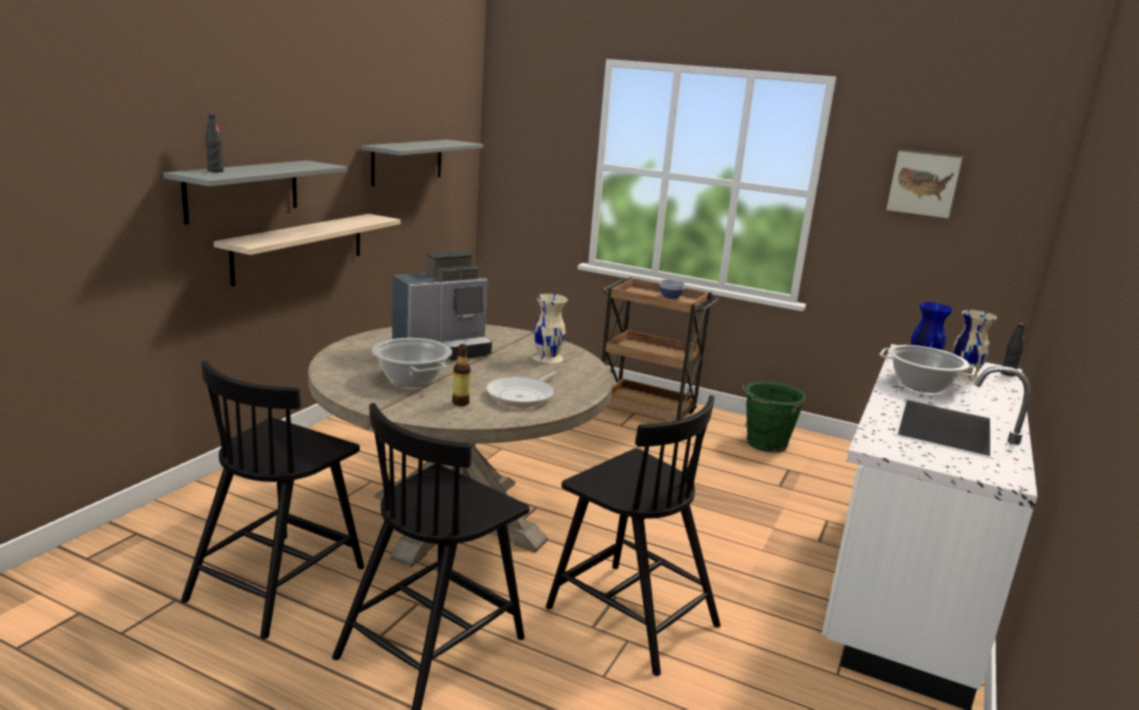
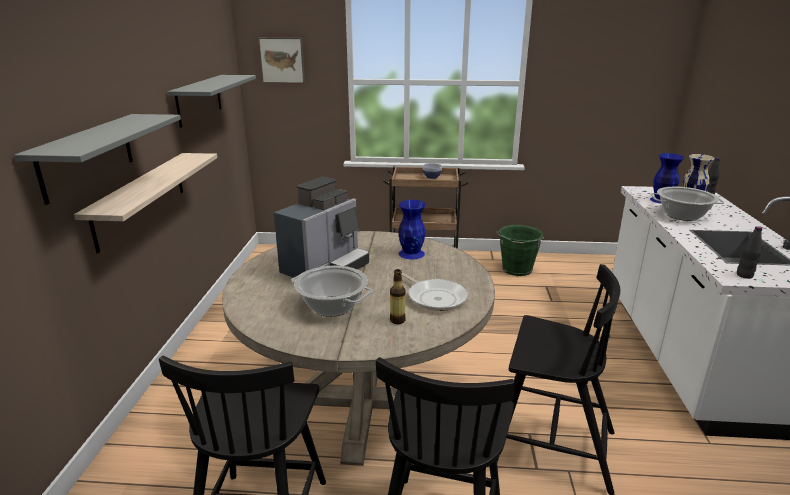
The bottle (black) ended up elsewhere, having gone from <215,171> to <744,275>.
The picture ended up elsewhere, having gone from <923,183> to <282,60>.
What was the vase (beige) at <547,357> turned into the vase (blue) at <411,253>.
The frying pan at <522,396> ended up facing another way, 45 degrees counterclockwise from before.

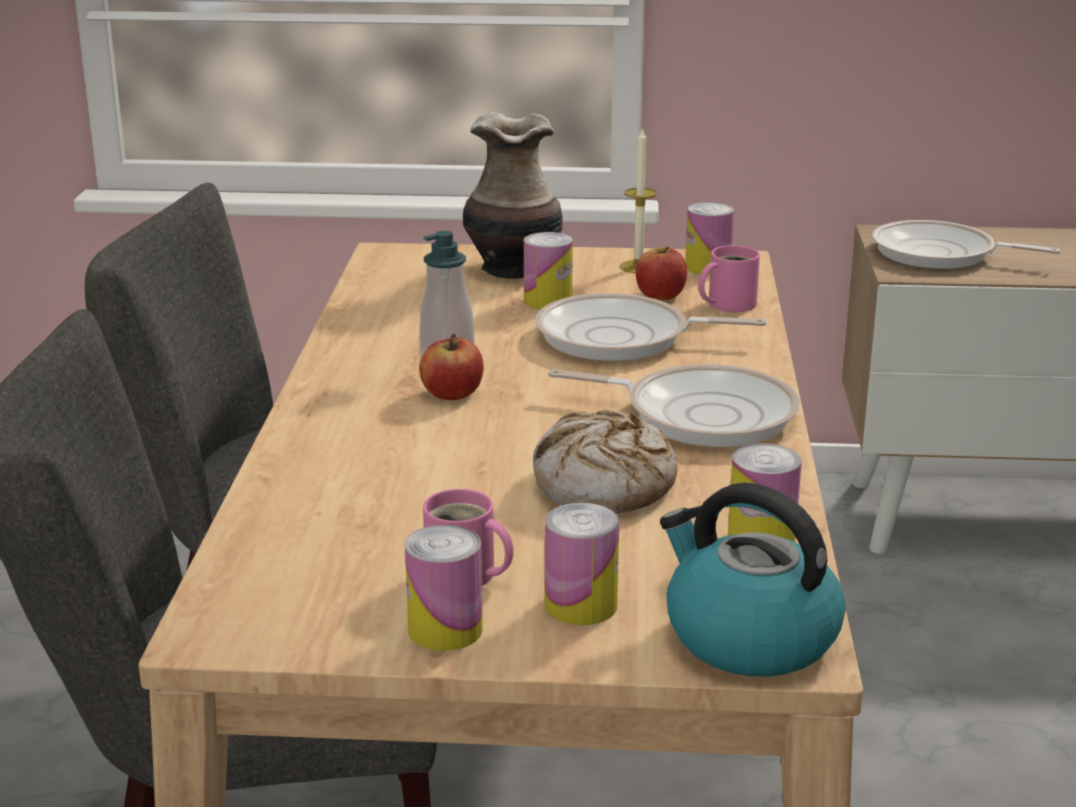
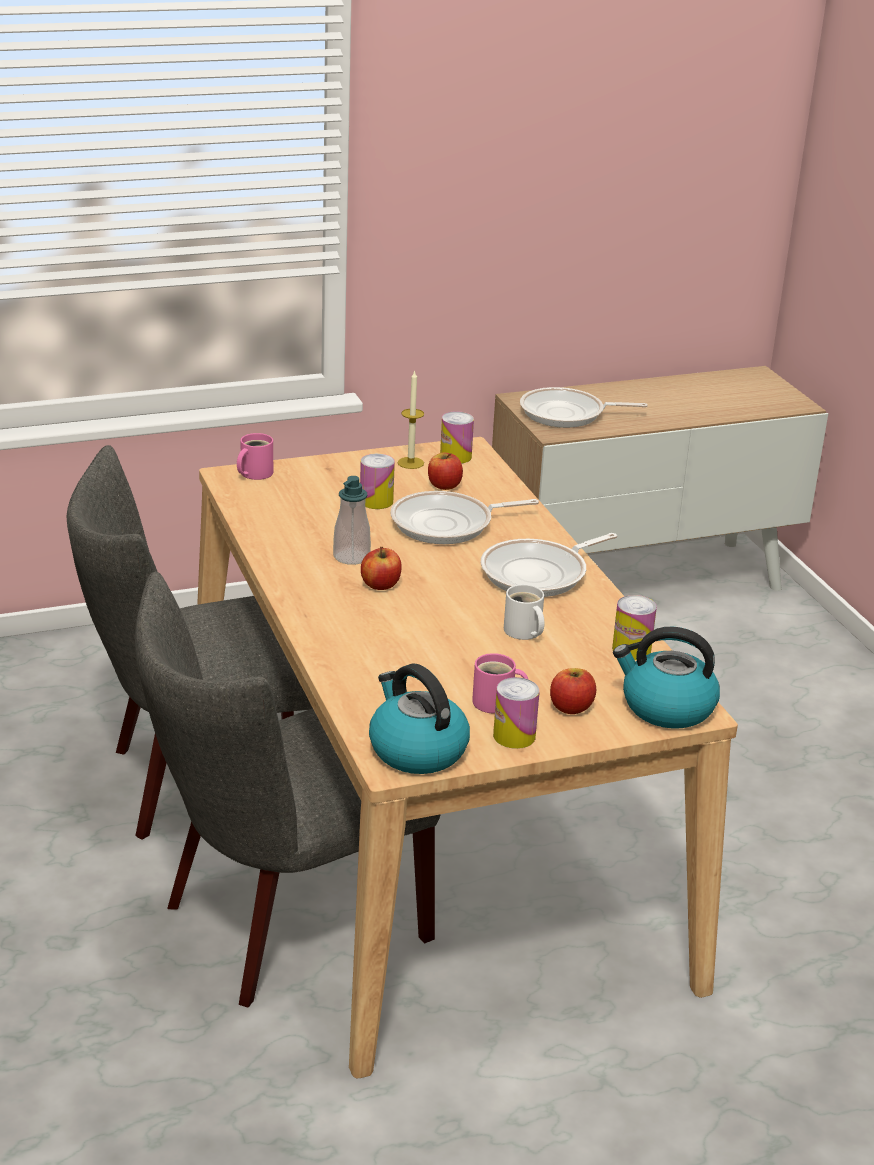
The second view lost the vase at <512,268>.
The second view gained the kettle at <416,750>.
The mug (pink) ended up elsewhere, having gone from <727,304> to <253,473>.
Where the bread stood at <604,485>, the mug (white) came to stand at <523,632>.
Where the can stood at <581,605>, the apple came to stand at <571,707>.
The frying pan at <701,415> ended up facing another way, 150 degrees clockwise from before.

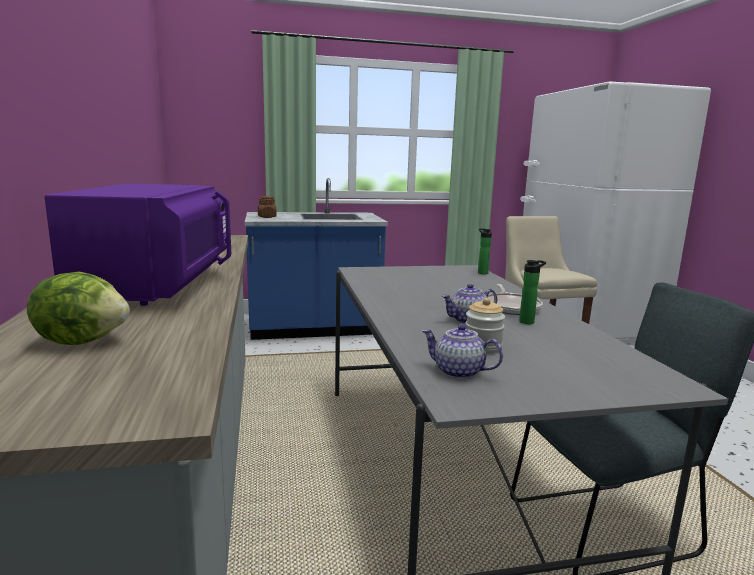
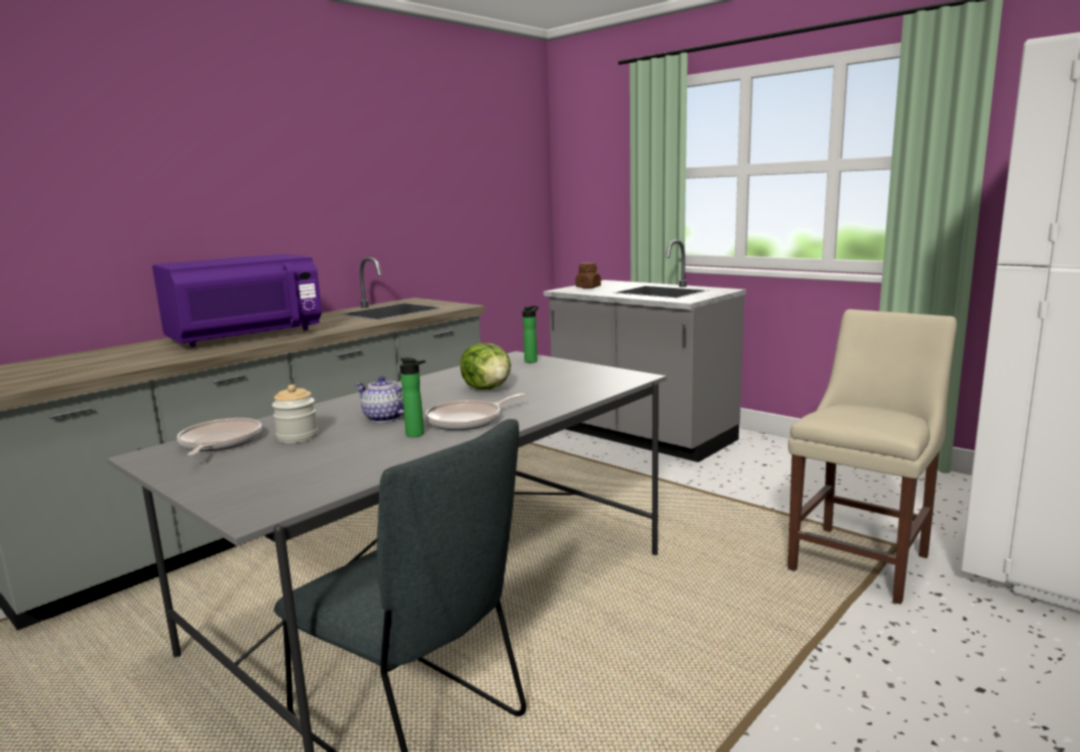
The lettuce ended up elsewhere, having gone from <83,340> to <488,388>.
The bottle ended up elsewhere, having gone from <482,272> to <532,361>.
Where the teapot stood at <458,372>, the frying pan came to stand at <219,443>.
What was the counter (blue) at <314,329> turned into the counter (grey) at <642,436>.

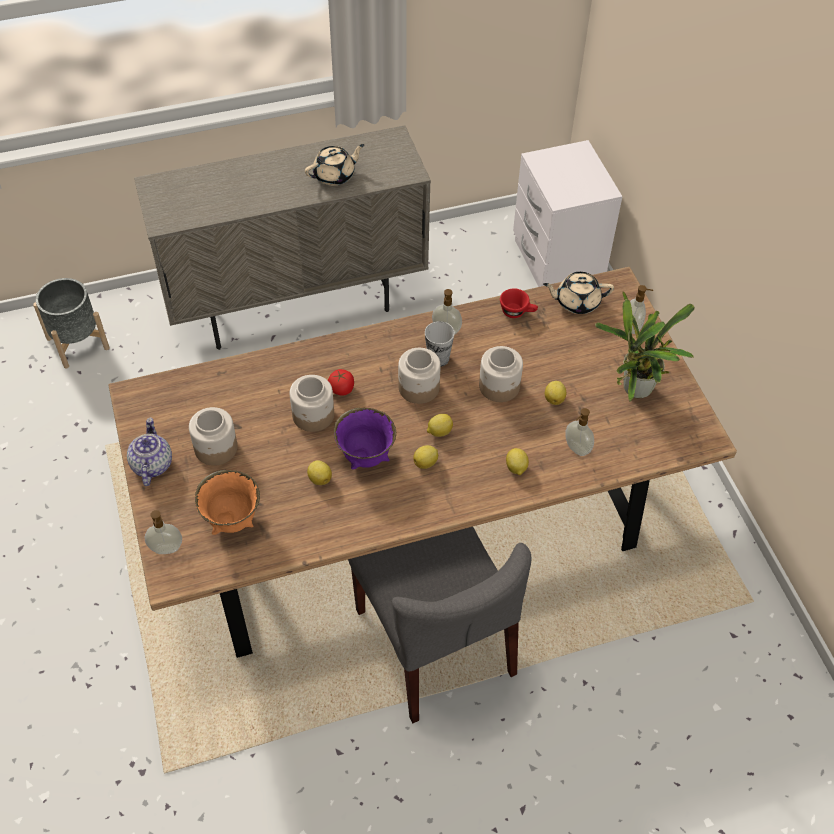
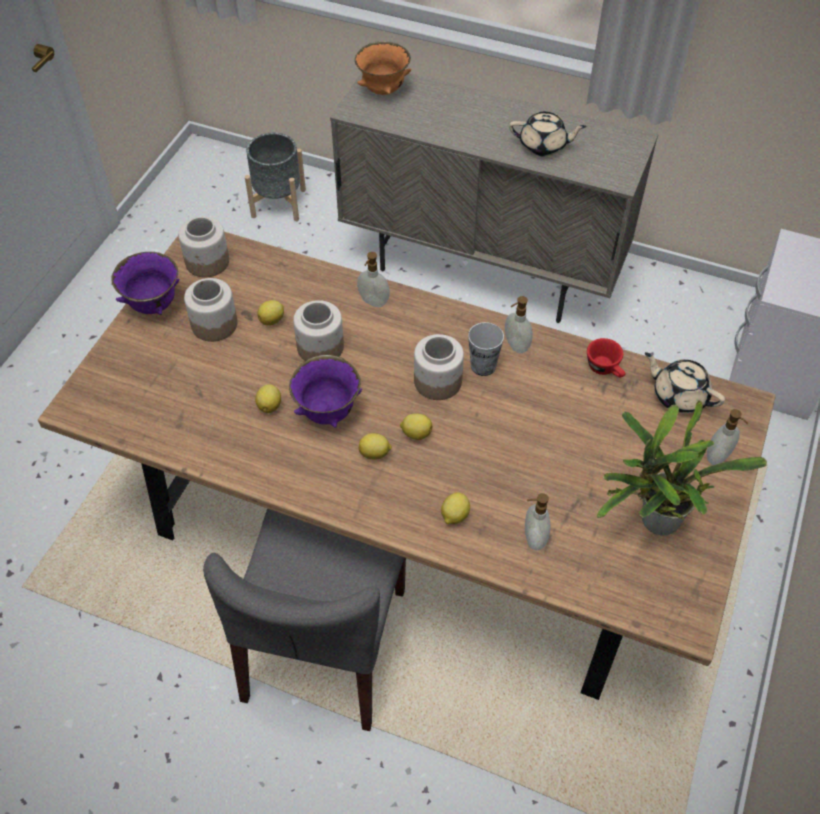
The second view lost the tomato at <341,389>.
The soap dispenser ended up elsewhere, having gone from <166,549> to <373,302>.
The bowl (orange) ended up elsewhere, having gone from <232,520> to <383,90>.
The jar ended up elsewhere, having gone from <499,386> to <207,262>.
The lemon ended up elsewhere, having gone from <554,398> to <272,320>.
Where the teapot stood at <151,464>, the bowl (purple) came to stand at <153,306>.

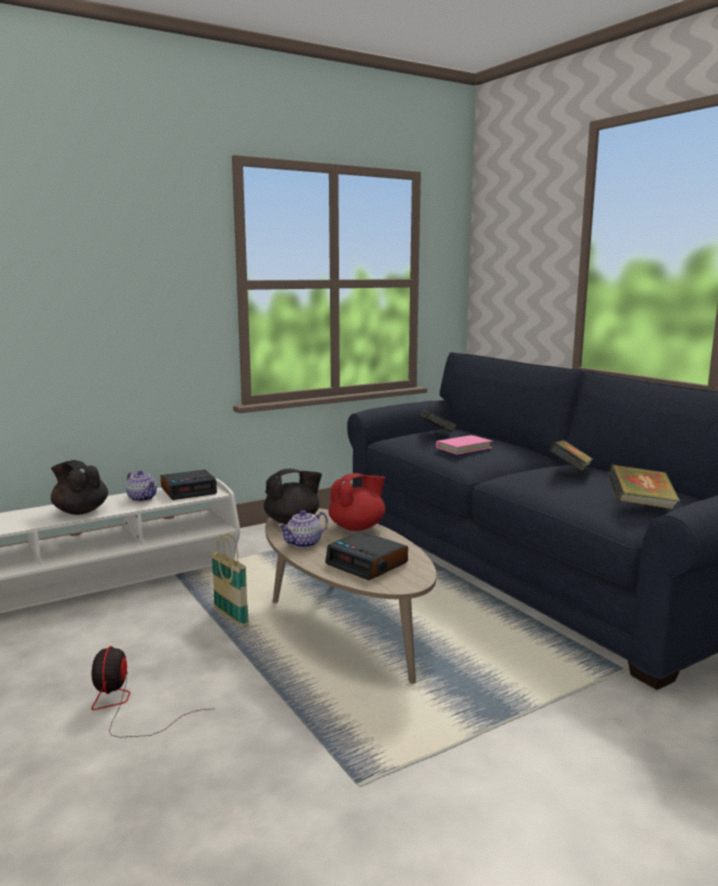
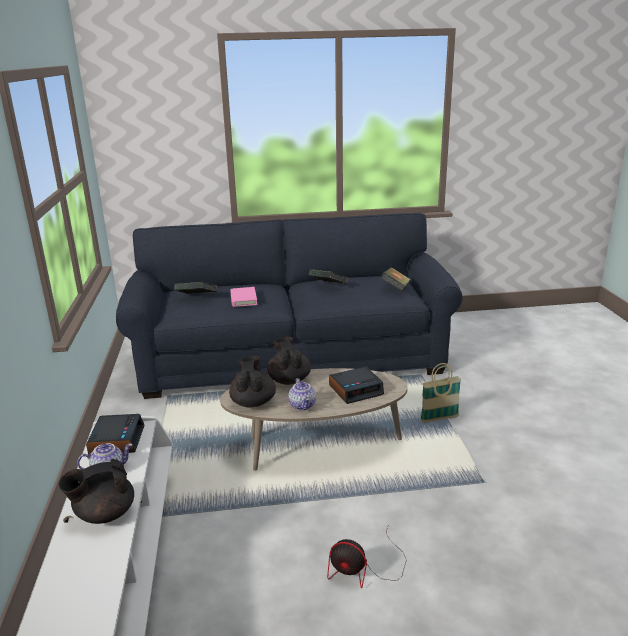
The basket ended up elsewhere, having gone from <231,618> to <439,419>.
What was the teapot (red) at <357,527> turned into the teapot (black) at <289,380>.

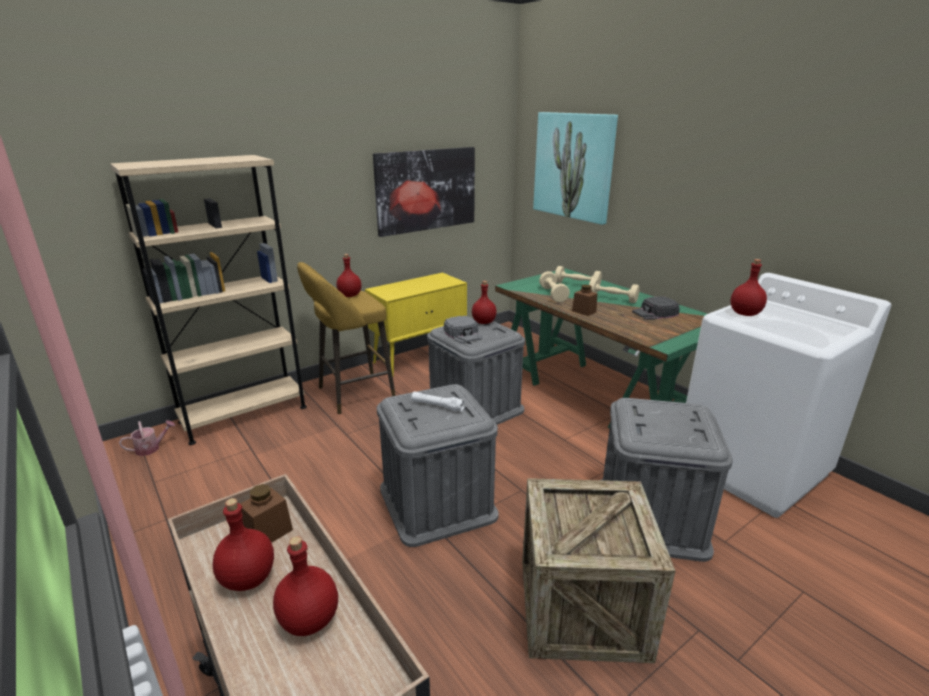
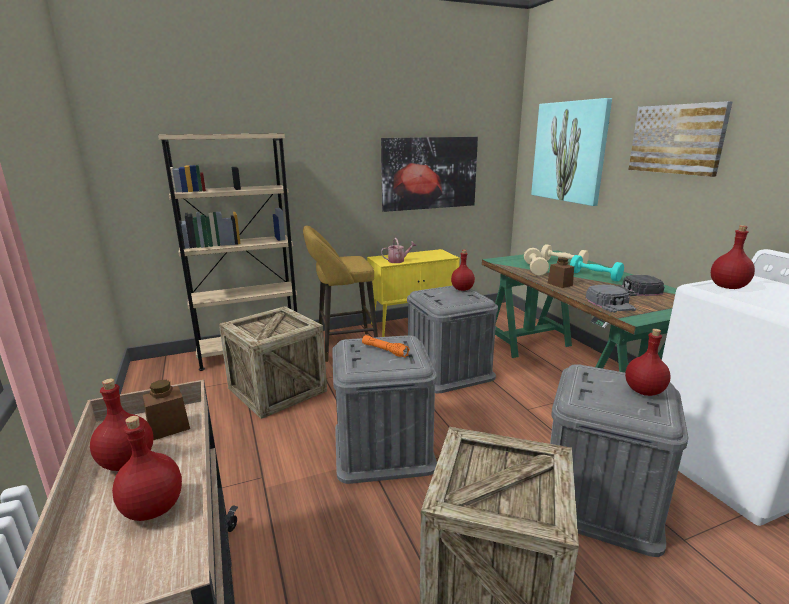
The second view gained the crate at <277,390>.
The second view gained the picture at <677,139>.
The watering can ended up elsewhere, having gone from <151,448> to <398,261>.
The bottle (red) ended up elsewhere, having gone from <350,295> to <644,391>.
The cap (grey) ended up elsewhere, having gone from <463,334> to <610,303>.
What was the flashlight (white) at <437,406> turned into the flashlight (orange) at <384,350>.
What was the dumbbell (beige) at <612,299> turned into the dumbbell (turquoise) at <595,276>.

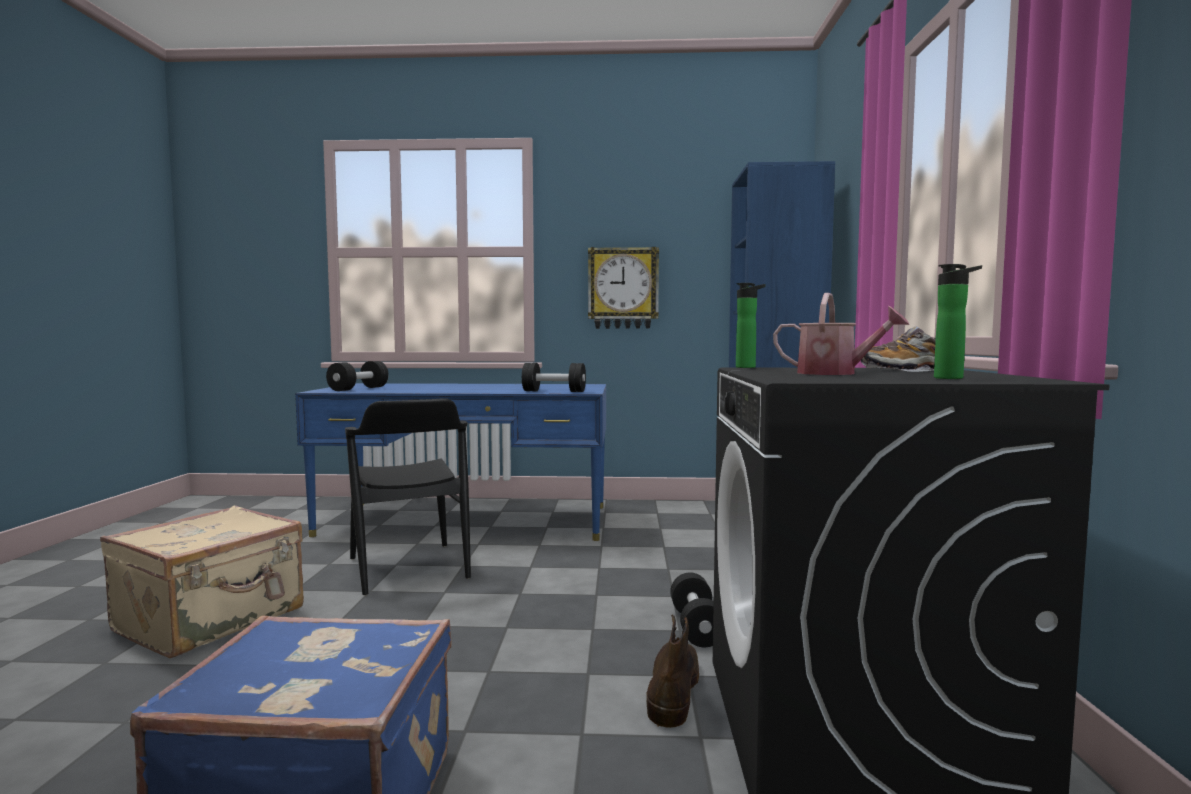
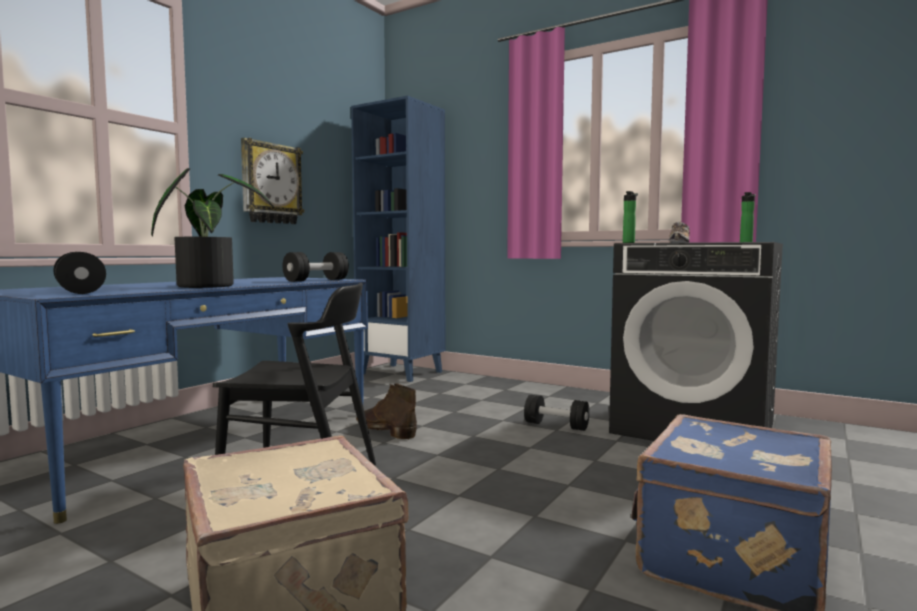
The second view lost the watering can at <835,373>.
The second view gained the potted plant at <209,286>.
The boot (brown) ended up elsewhere, having gone from <673,689> to <385,430>.

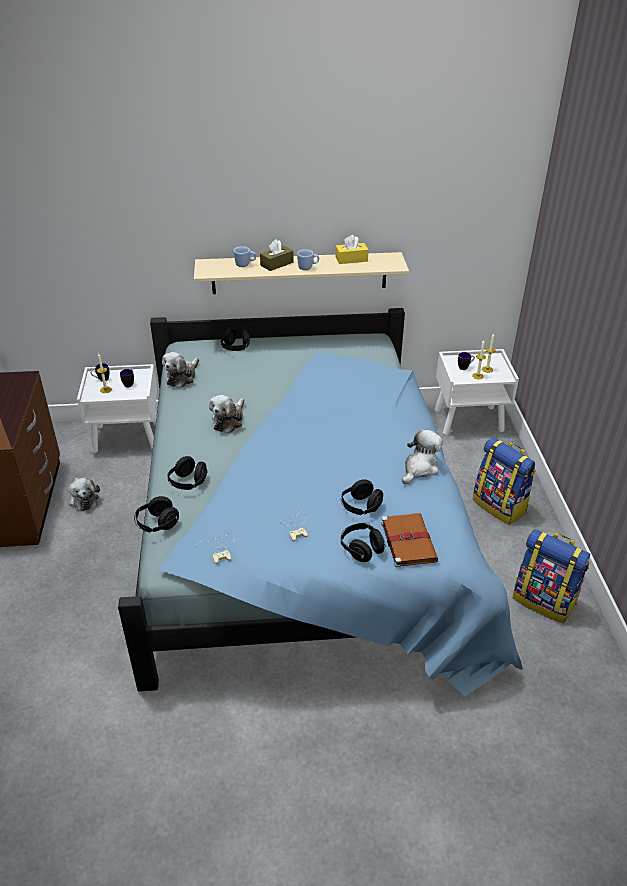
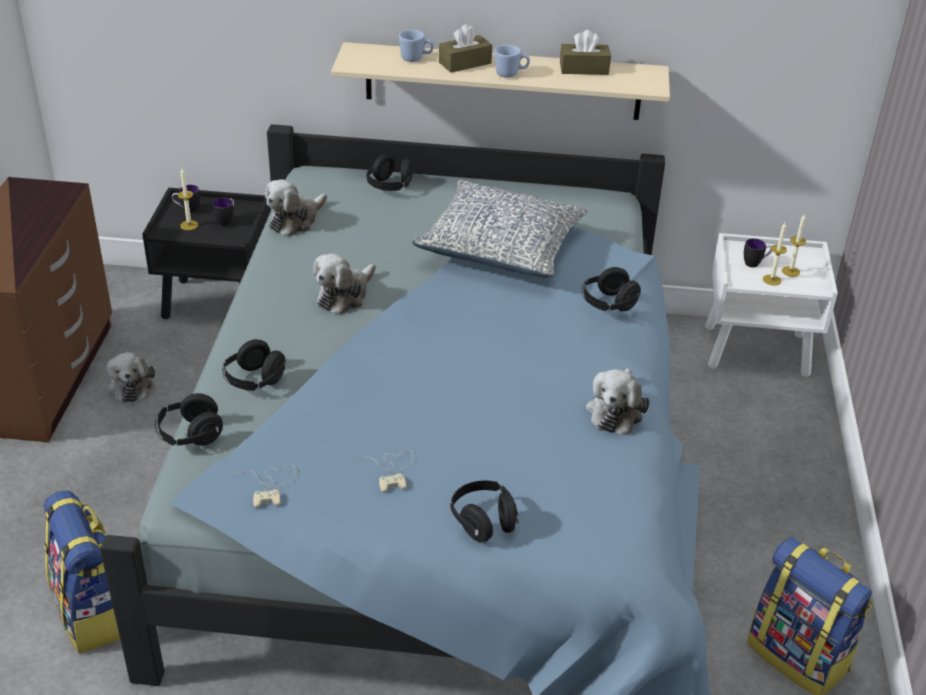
The second view lost the book (brown) at <408,540>.
The second view gained the pillow at <502,246>.
The headphones (black) ended up elsewhere, having gone from <361,507> to <608,304>.
The backpack ended up elsewhere, having gone from <500,506> to <94,613>.
What was the nightstand (white) at <127,437> turned into the nightstand (black) at <219,302>.
What was the tissue box (yellow) at <351,259> turned into the tissue box (brown) at <584,68>.
The plush toy at <420,468> ended up facing another way, 150 degrees clockwise from before.

